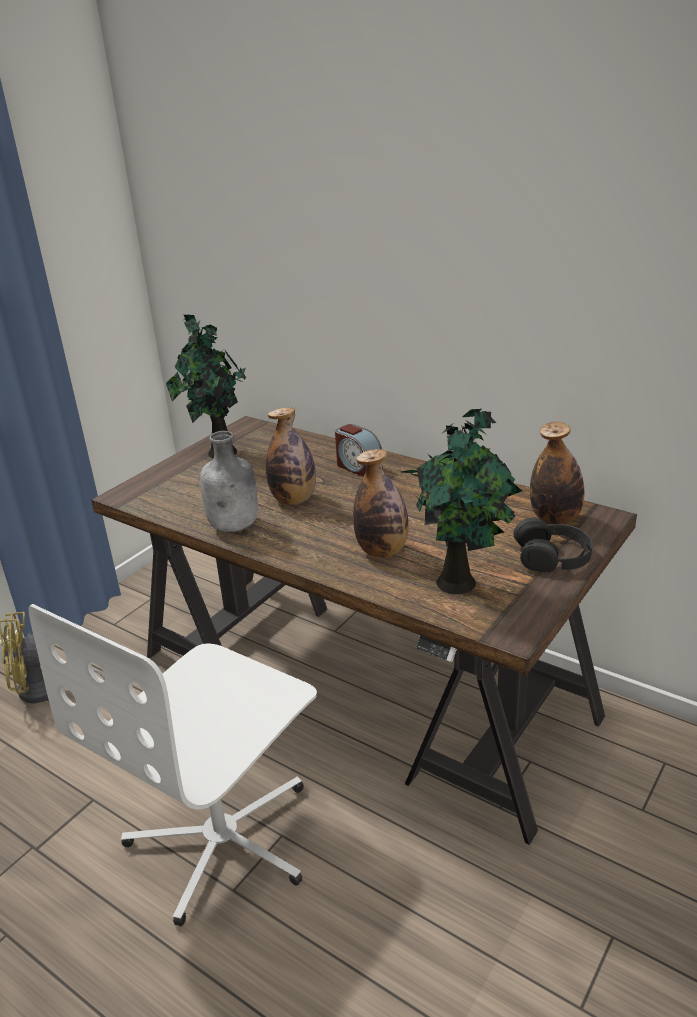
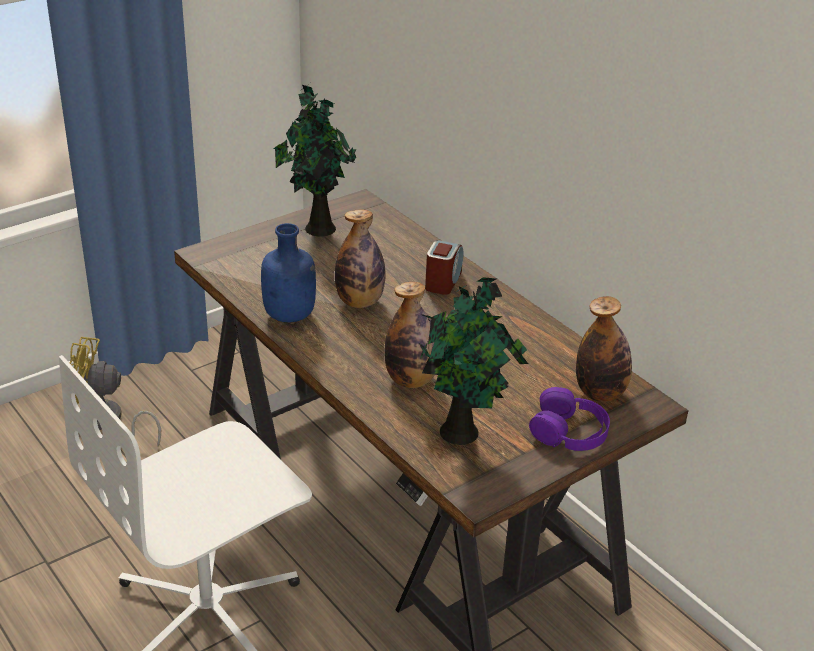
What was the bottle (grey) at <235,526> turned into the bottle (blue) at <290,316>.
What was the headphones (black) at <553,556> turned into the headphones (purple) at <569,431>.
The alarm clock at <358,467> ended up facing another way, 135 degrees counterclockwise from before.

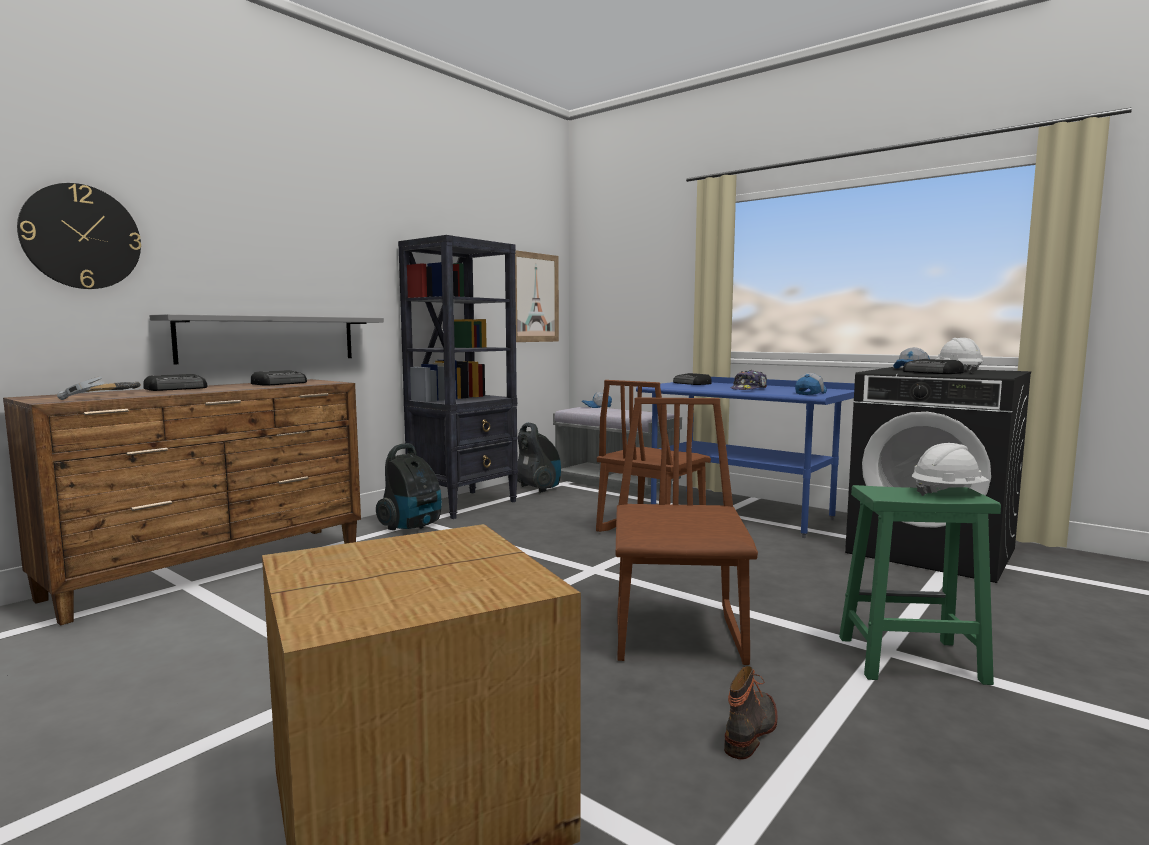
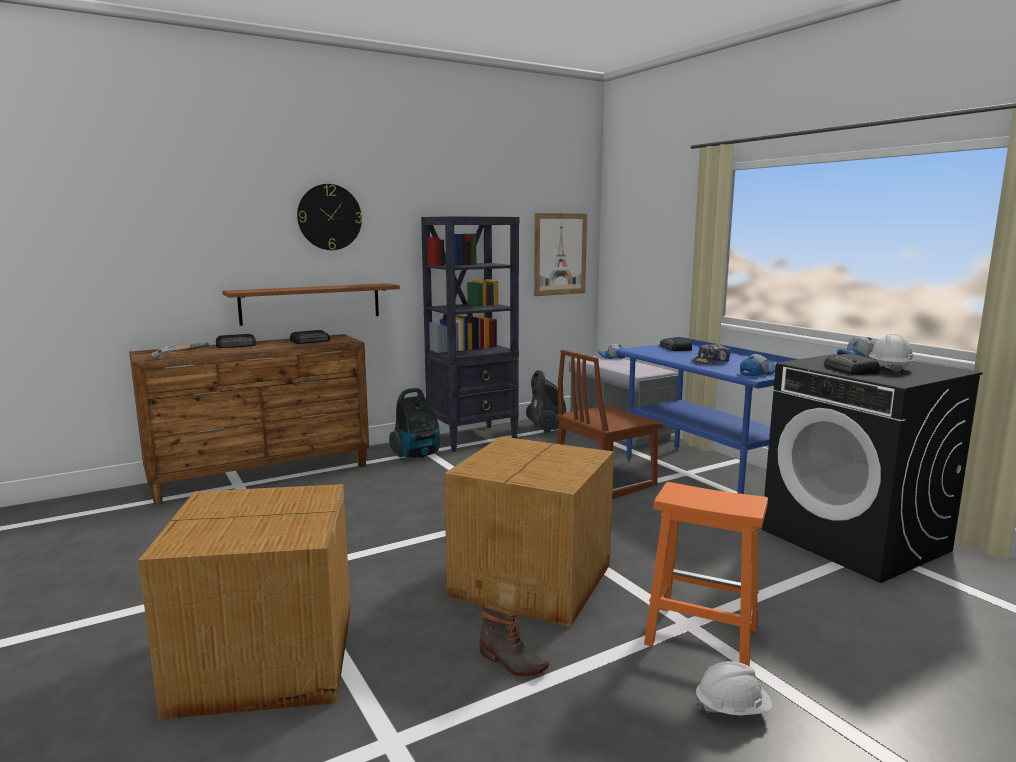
The wall clock ended up elsewhere, having gone from <81,237> to <329,217>.
The hard hat (white) ended up elsewhere, having gone from <947,493> to <732,709>.
Where the chair (brown) stood at <679,633>, the cardboard box came to stand at <534,579>.
What was the shelf (grey) at <269,338> turned into the shelf (brown) at <311,303>.
What was the stool (green) at <908,659> turned into the stool (orange) at <699,636>.
The boot at <751,730> ended up facing another way, 75 degrees clockwise from before.

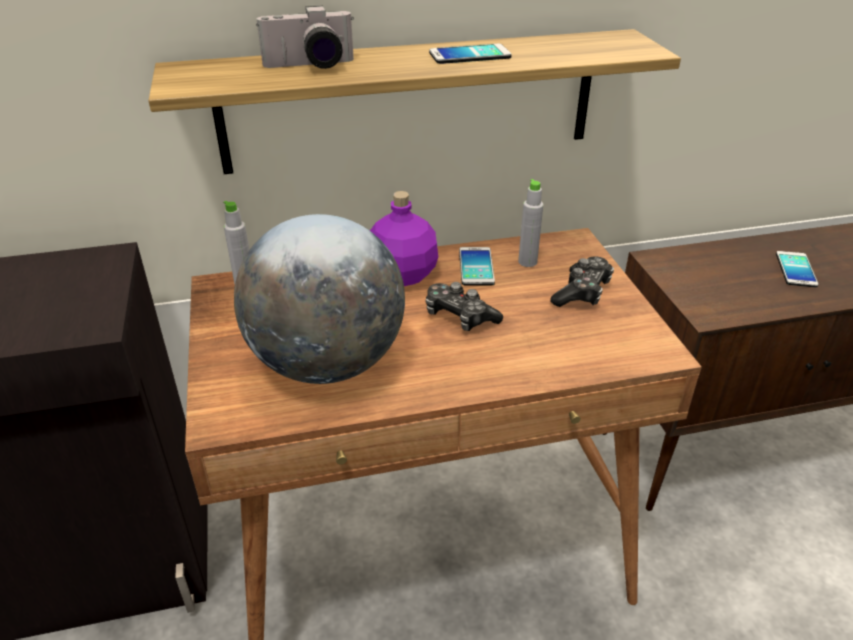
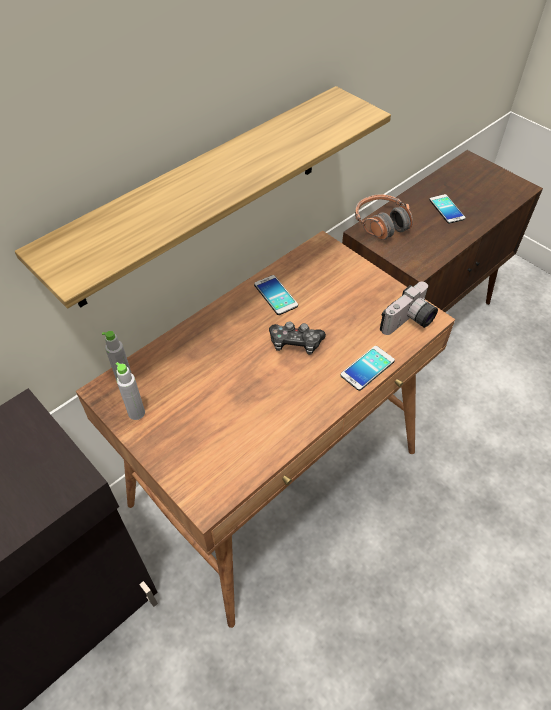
The second view lost the globe at <327,363>.
The second view lost the bottle (purple) at <403,275>.
The second view lost the game controller at <582,292>.
The second view gained the headphones at <381,224>.
The photo camera ended up elsewhere, having gone from <310,66> to <409,322>.
The phone ended up elsewhere, having gone from <470,55> to <367,368>.
The bottle (grey) ended up elsewhere, having gone from <527,262> to <136,413>.

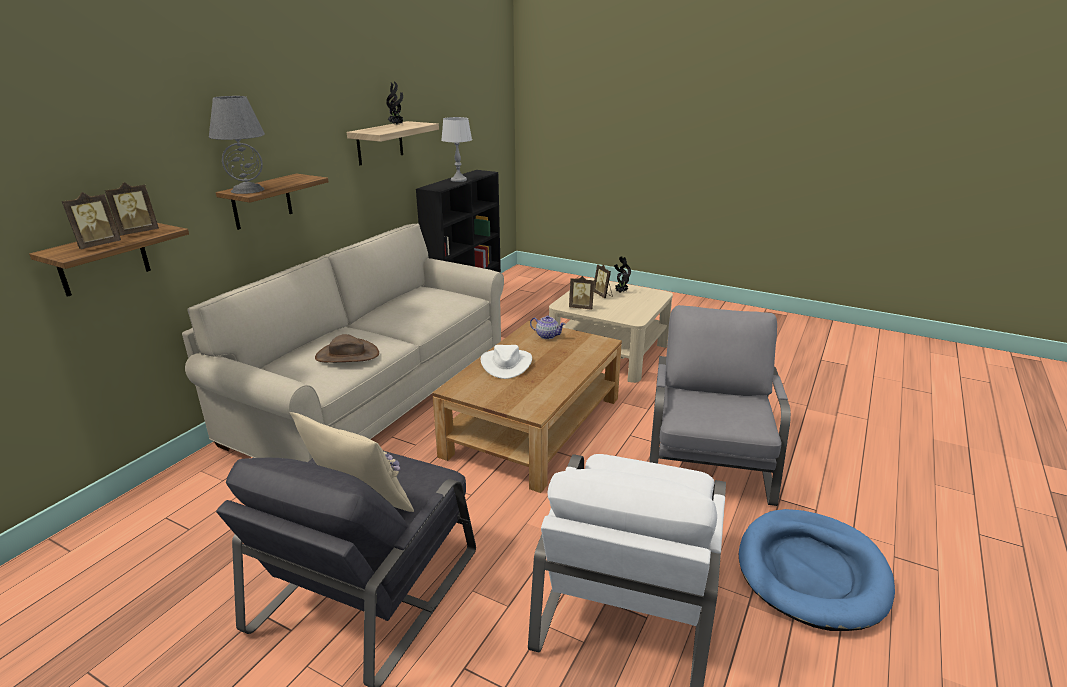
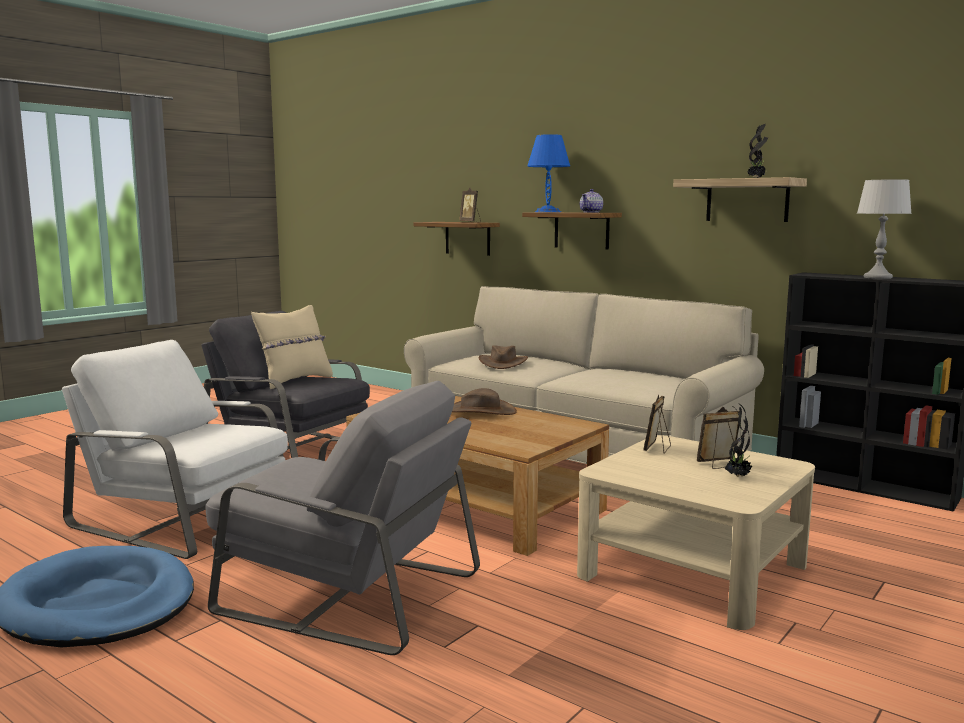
The second view lost the picture frame at <98,245>.
The teapot ended up elsewhere, having gone from <547,336> to <591,212>.
What was the table lamp (grey) at <248,190> turned into the table lamp (blue) at <548,212>.
What was the hat (white) at <506,364> turned into the hat (brown) at <480,411>.

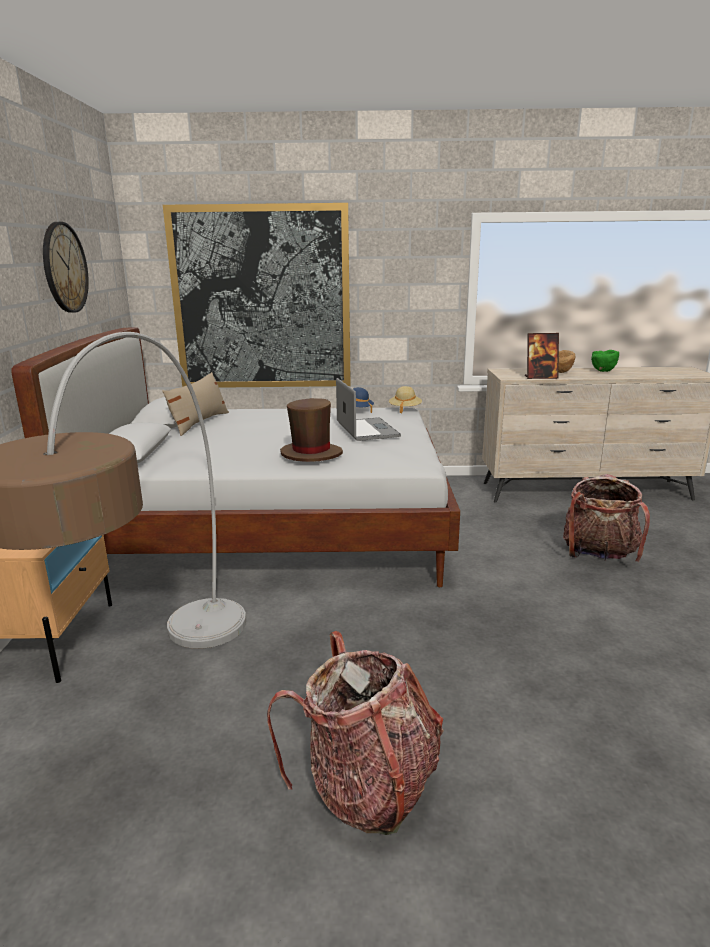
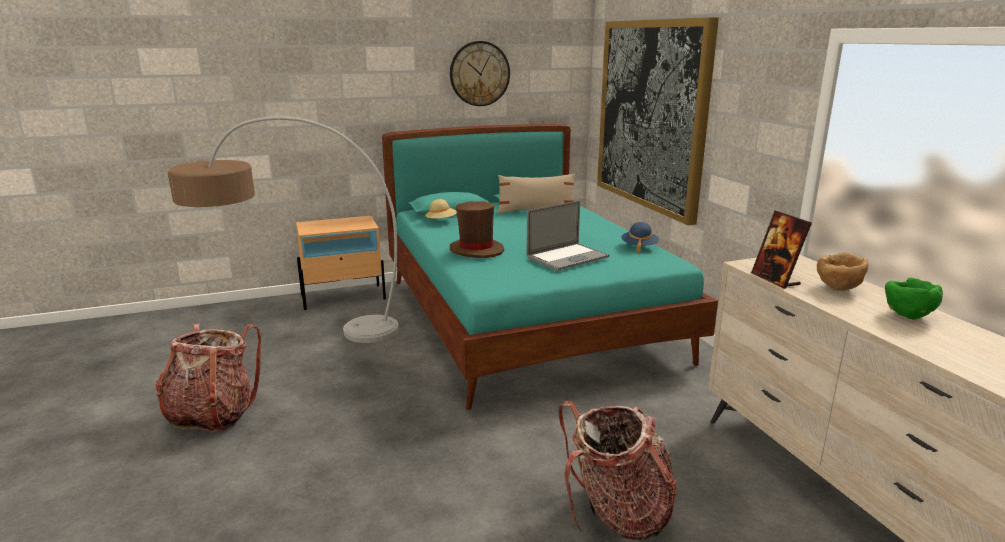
The hat (beige) ended up elsewhere, having gone from <405,409> to <441,221>.
What was the bed (white) at <273,530> turned into the bed (turquoise) at <526,319>.

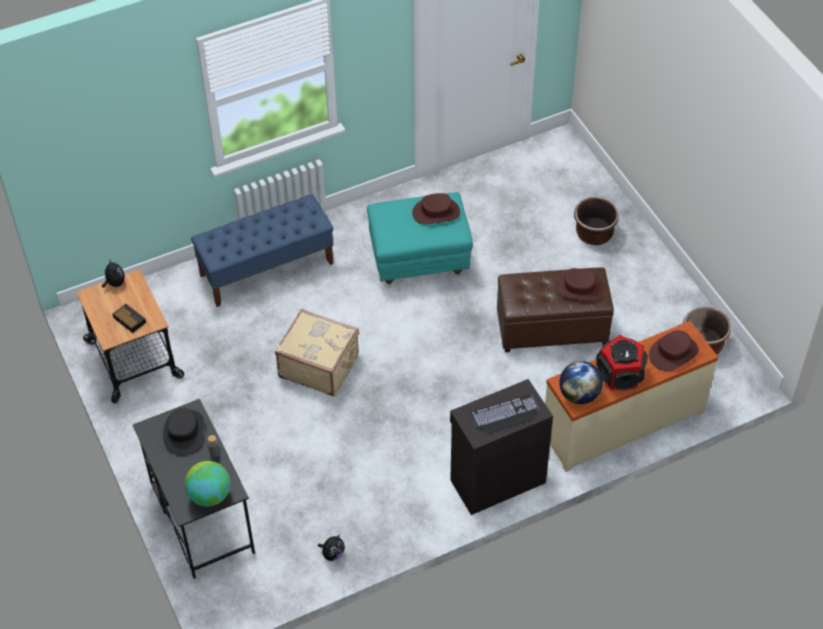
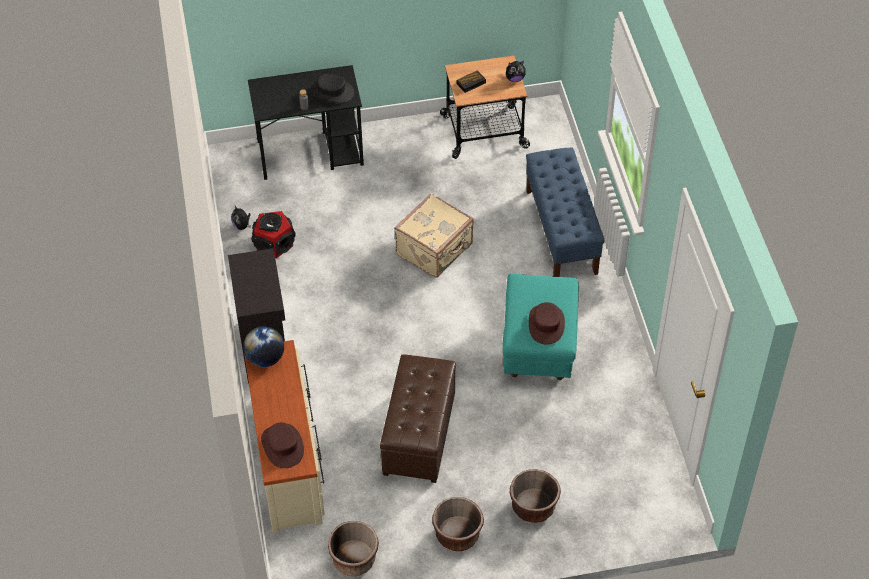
The second view lost the globe at <210,495>.
The second view lost the keyboard at <505,415>.
The second view lost the hat (brown) at <579,288>.
The second view gained the planter (brown) at <457,535>.
The speaker ended up elsewhere, having gone from <620,374> to <274,244>.

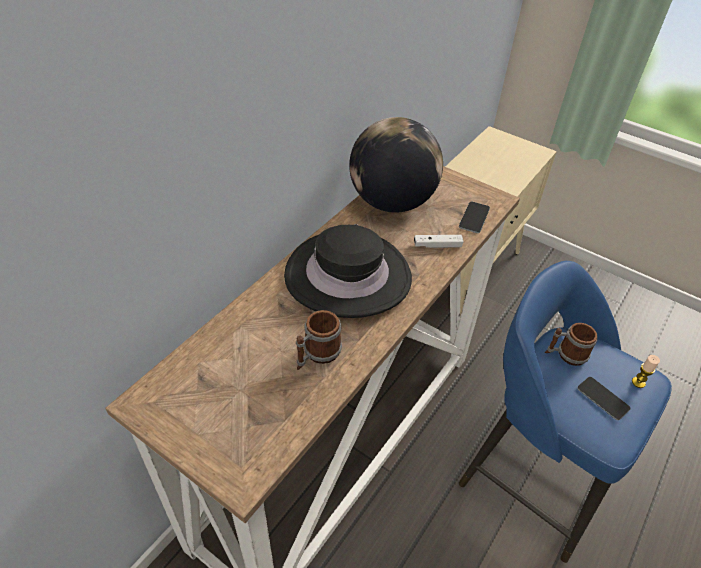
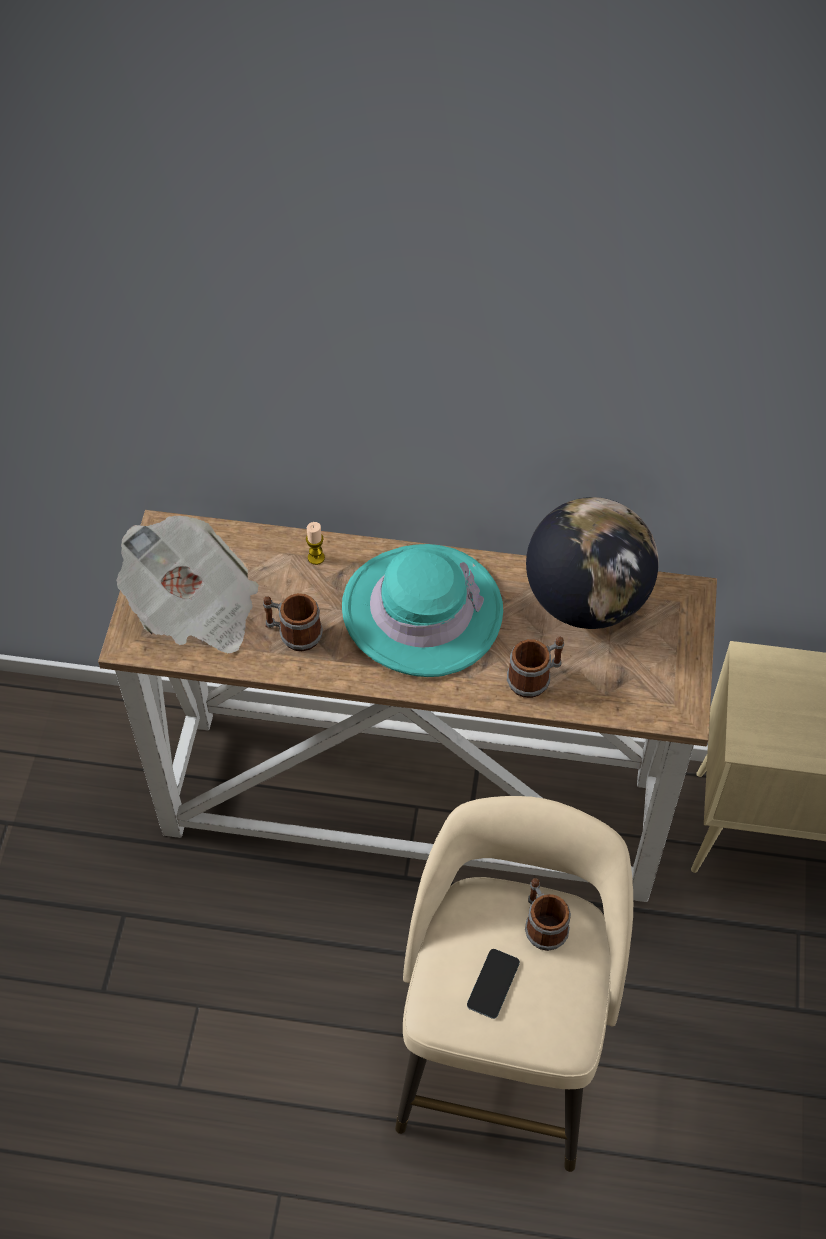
The second view lost the phone at <474,217>.
The second view gained the newspaper at <194,608>.
The candle ended up elsewhere, having gone from <638,382> to <316,557>.
Where the game controller (white) stood at <437,245>, the mug came to stand at <535,678>.
What was the hat (black) at <348,276> turned into the hat (turquoise) at <422,611>.
What was the stool (blue) at <532,475> turned into the stool (beige) at <503,1056>.

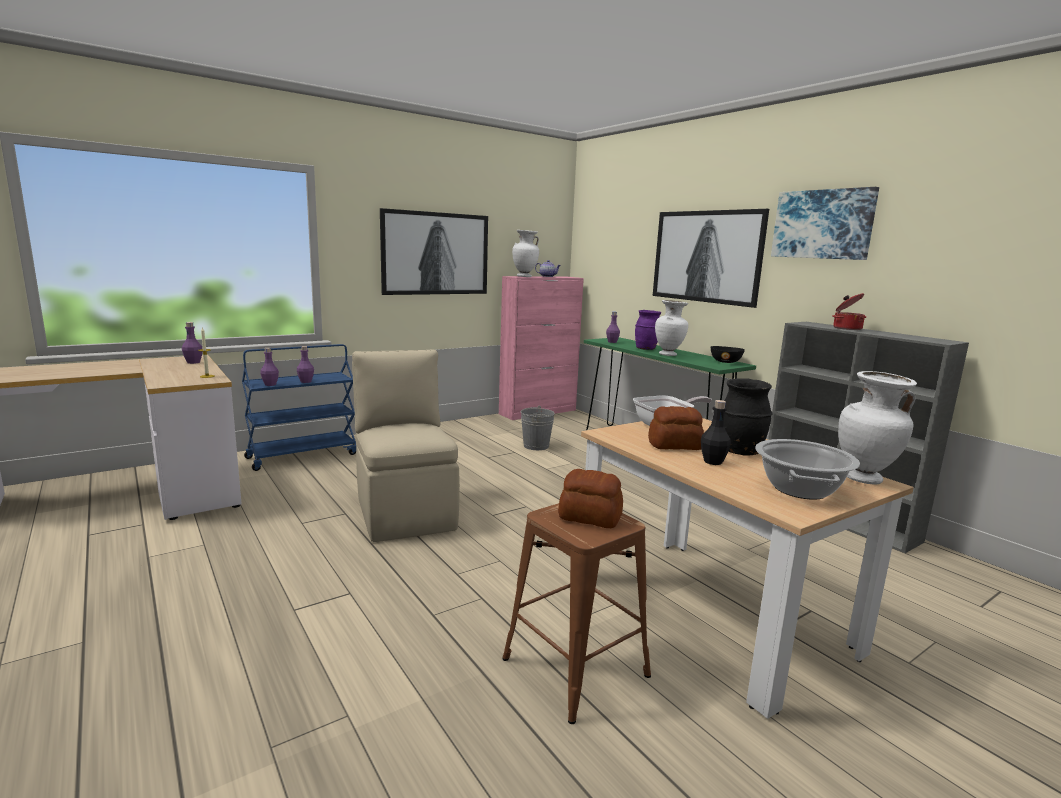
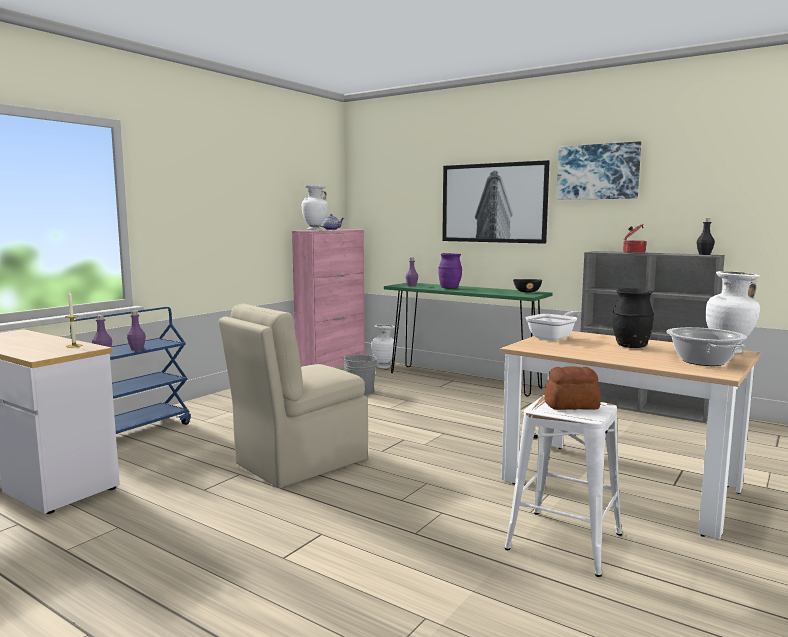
The second view lost the bottle (purple) at <193,362>.
The second view lost the picture at <436,253>.
The second view lost the bread at <675,445>.
The vase (white) ended up elsewhere, having gone from <668,355> to <384,367>.
The bottle (black) ended up elsewhere, having gone from <713,462> to <704,254>.
What was the stool (brown) at <574,667> turned into the stool (white) at <564,541>.
The chair (beige) at <405,512> ended up facing another way, 90 degrees counterclockwise from before.

